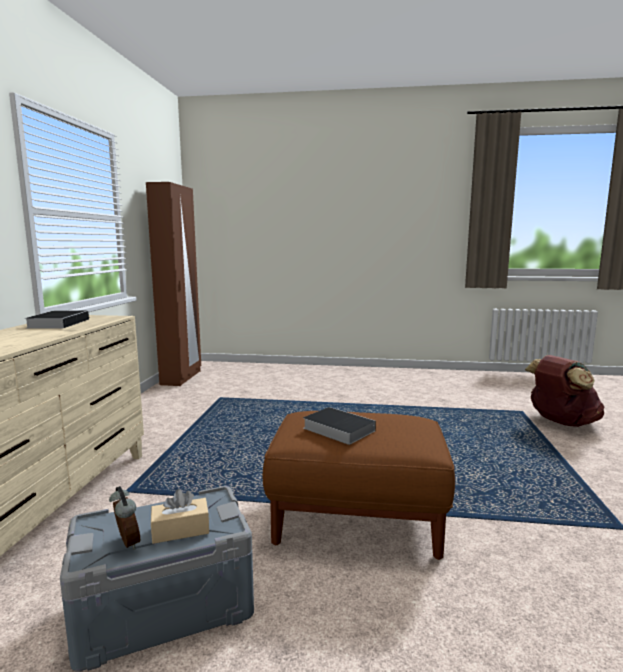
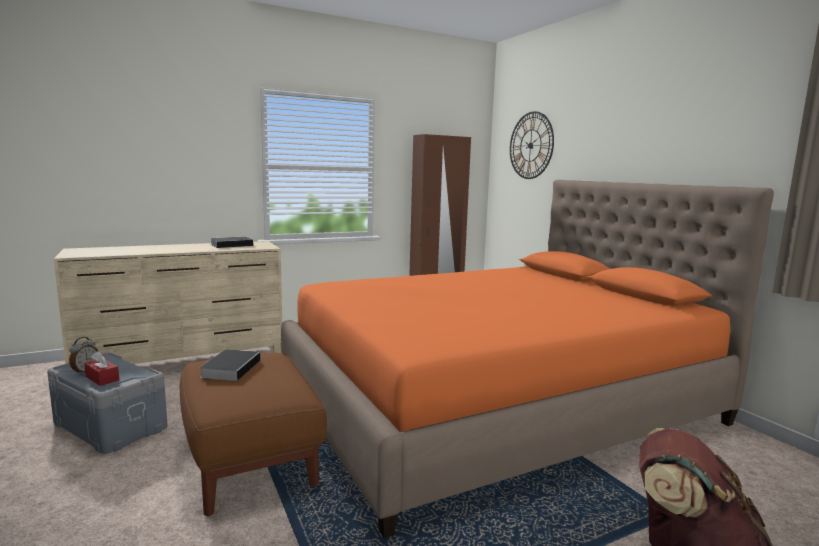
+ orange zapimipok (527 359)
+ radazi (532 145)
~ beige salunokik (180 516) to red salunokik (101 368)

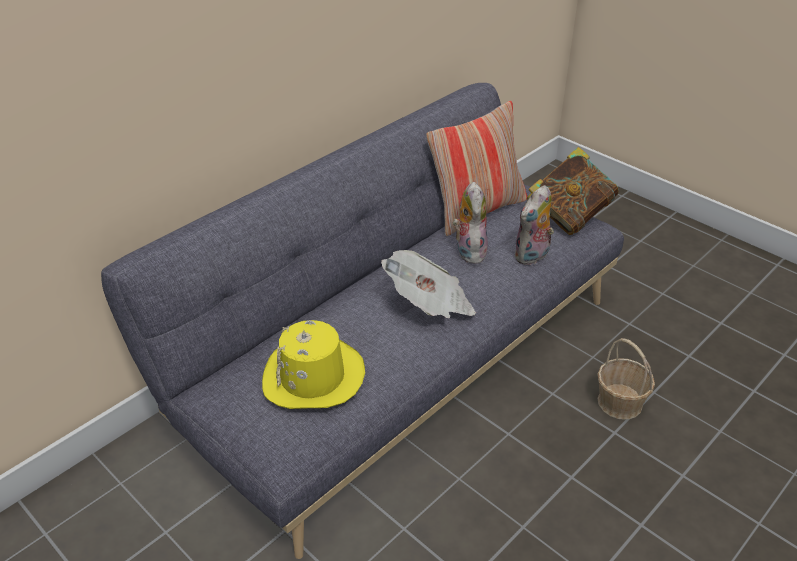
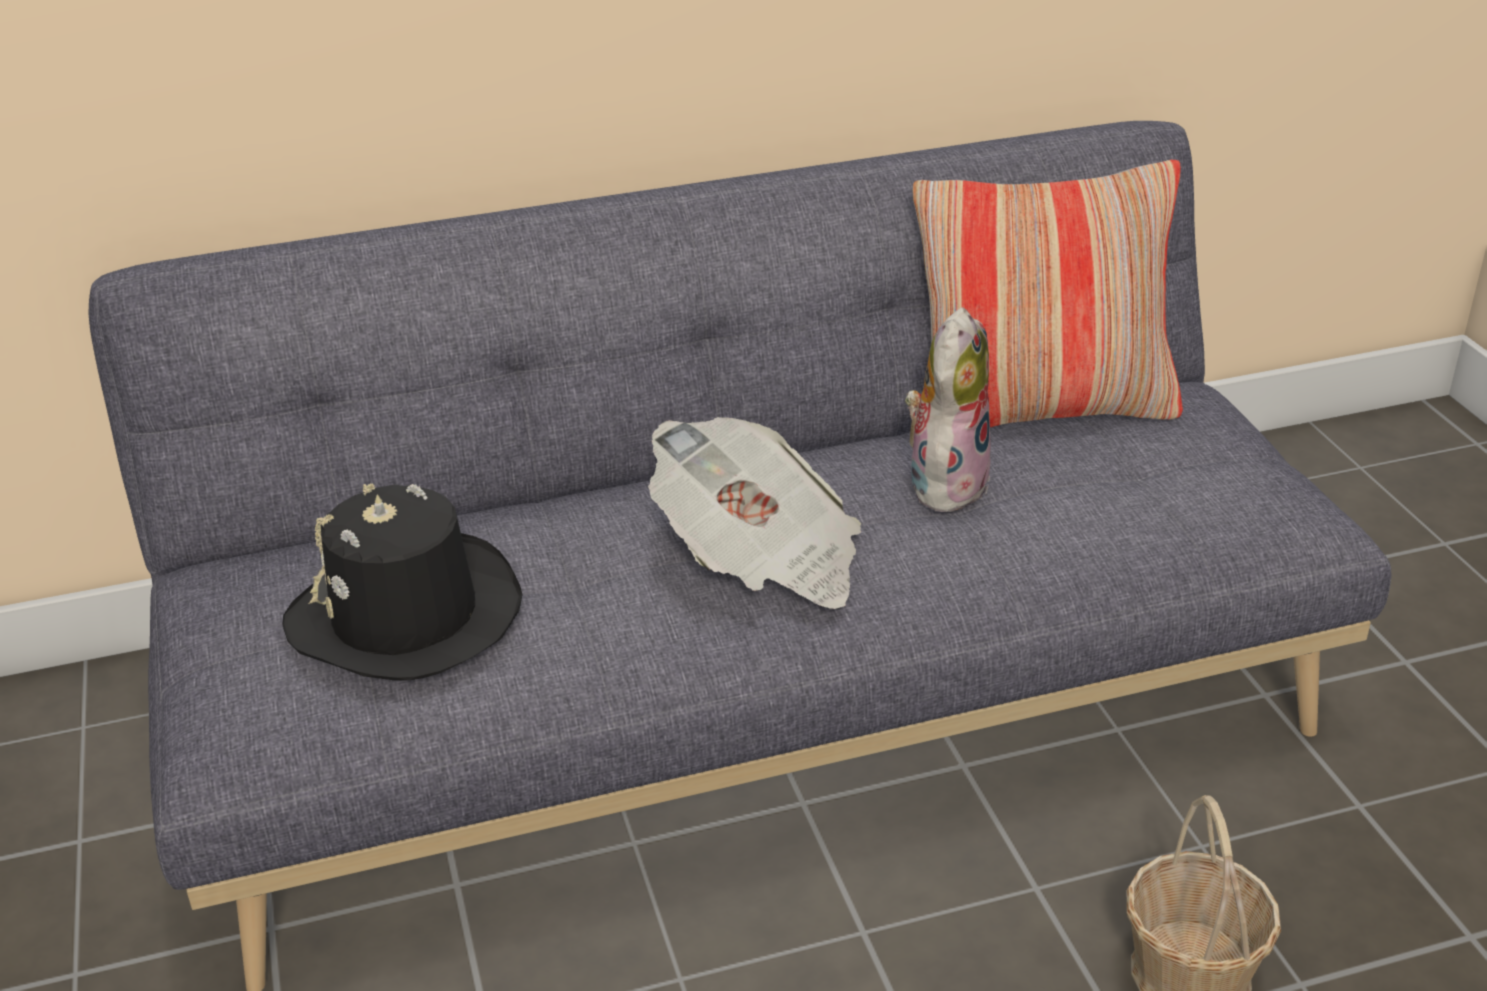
- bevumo (534 225)
- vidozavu (573 191)
~ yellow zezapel (313 364) to black zezapel (402 581)

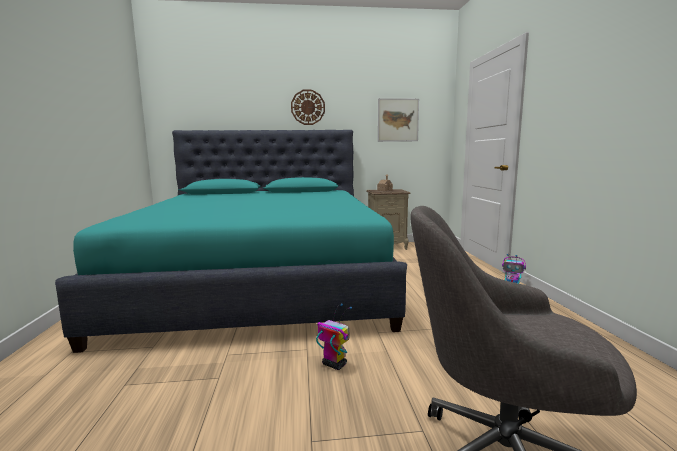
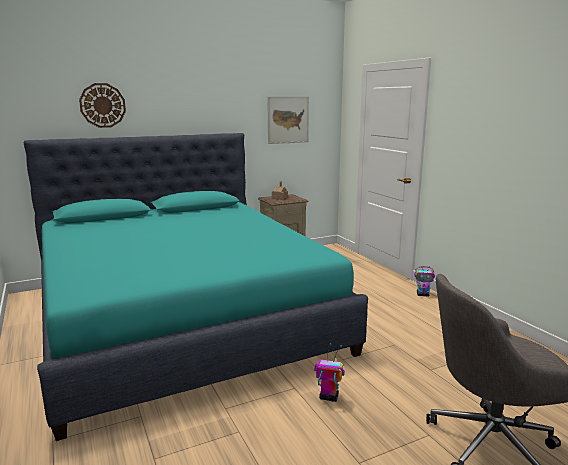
~ radazi (308 107) to (102 105)

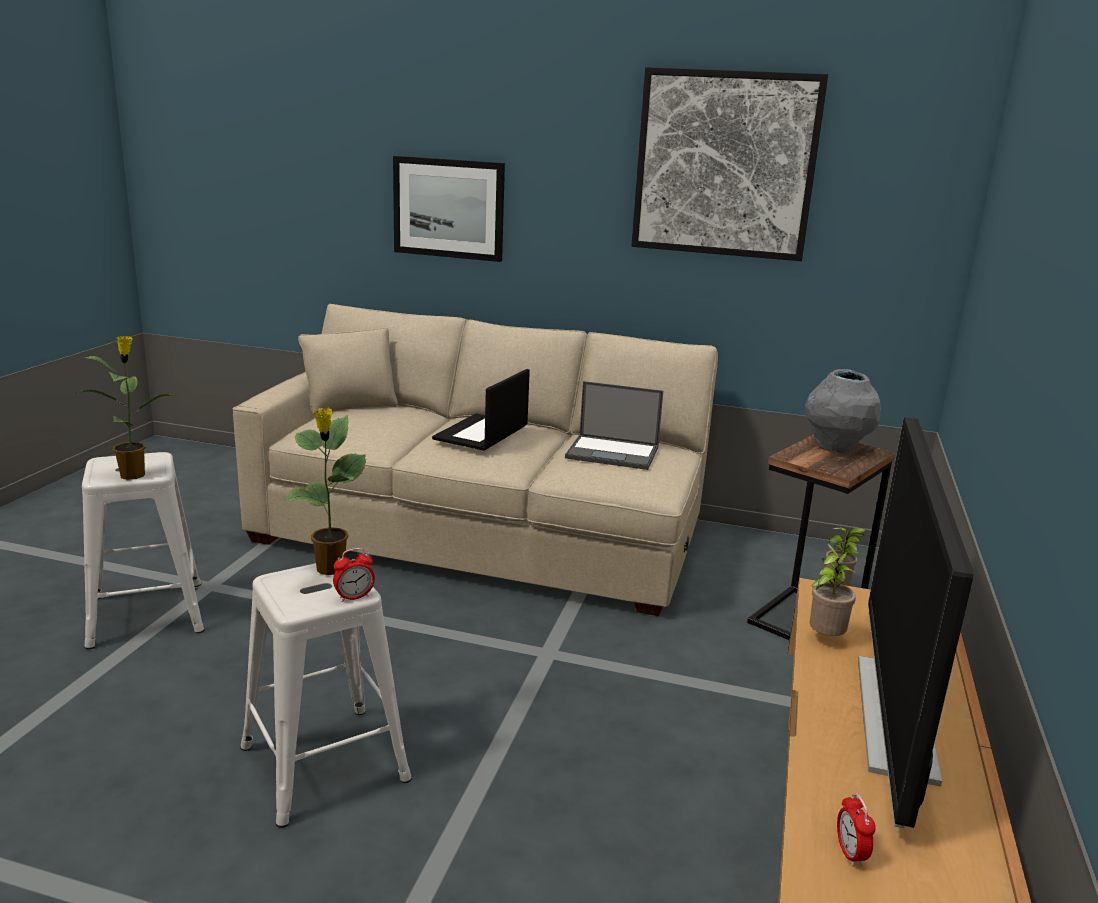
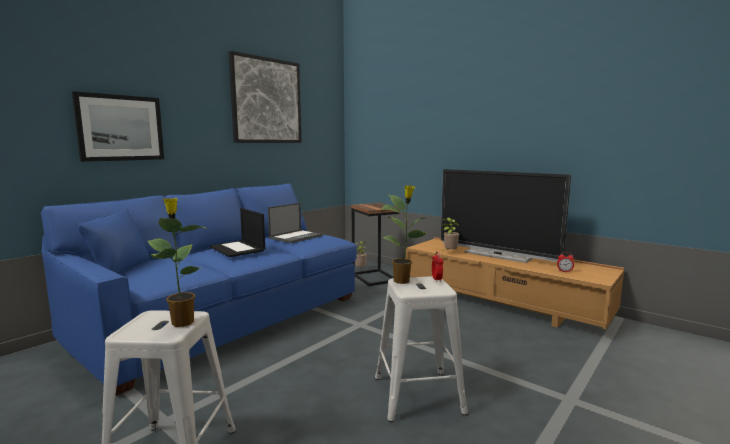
- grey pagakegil (843 410)
~ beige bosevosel (475 460) to blue bosevosel (199 289)

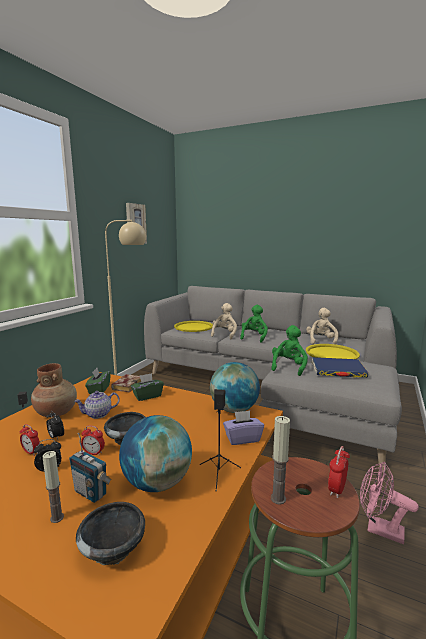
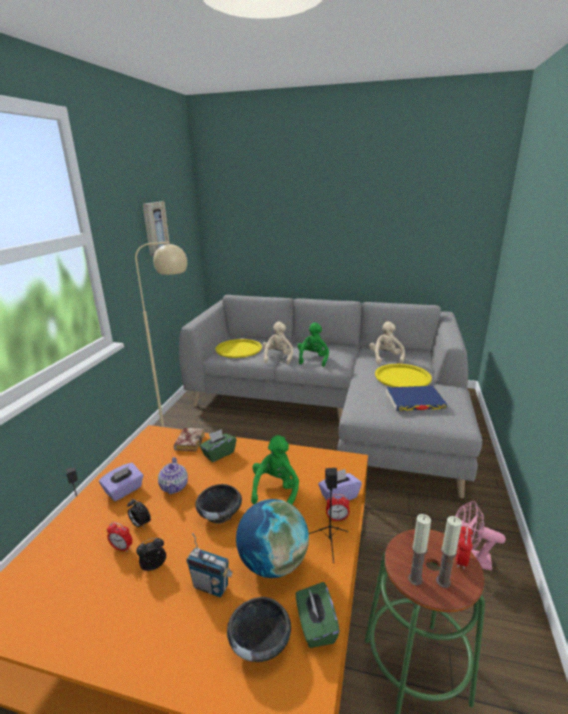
- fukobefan (235 387)
~ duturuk (53 487) to (449 552)
~ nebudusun (93 440) to (338 507)
~ green salunokik (98 381) to (318 615)
~ green bevumo (289 350) to (275 470)
~ brown pagakegil (54 390) to purple salunokik (121 482)
~ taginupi (97 405) = (173 475) 60 degrees counterclockwise

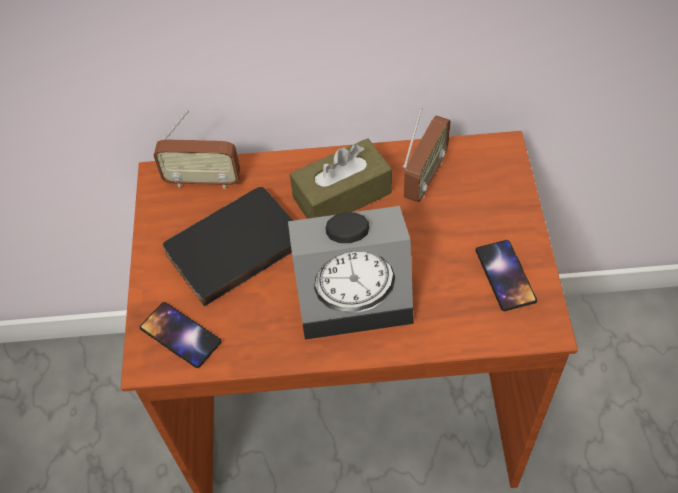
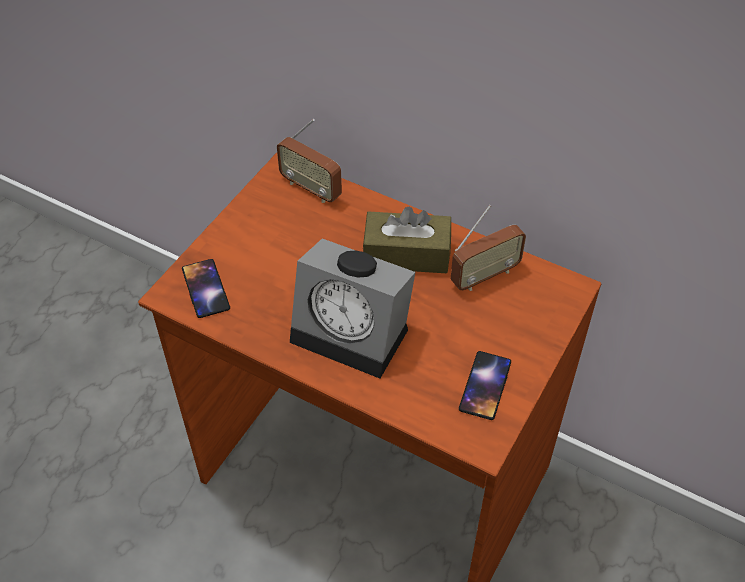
- black vidozavu (228 246)

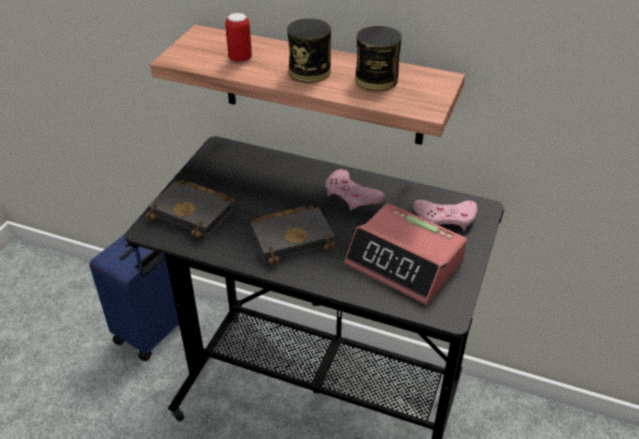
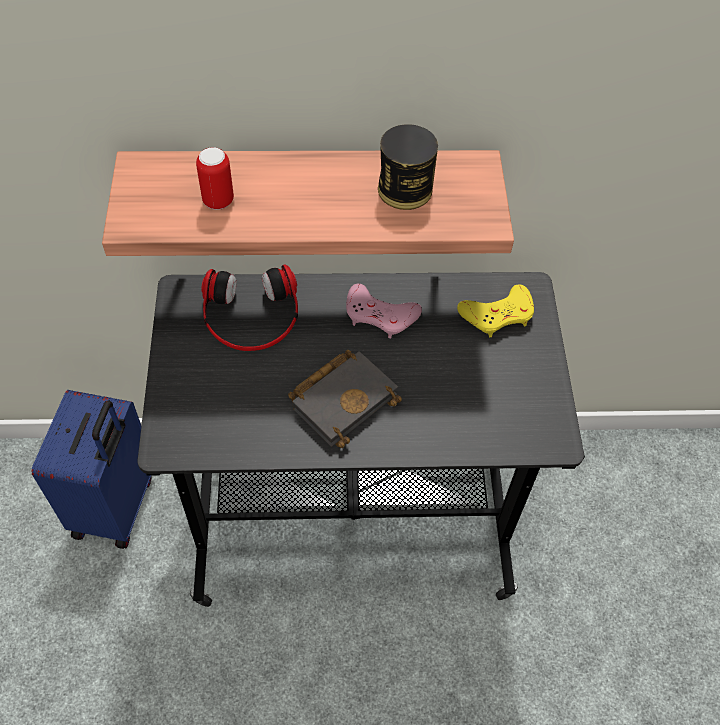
- black vidozavu (190 209)
- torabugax (309 51)
- nebudusun (405 254)
+ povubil (249 308)
~ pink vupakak (445 215) to yellow vupakak (495 310)

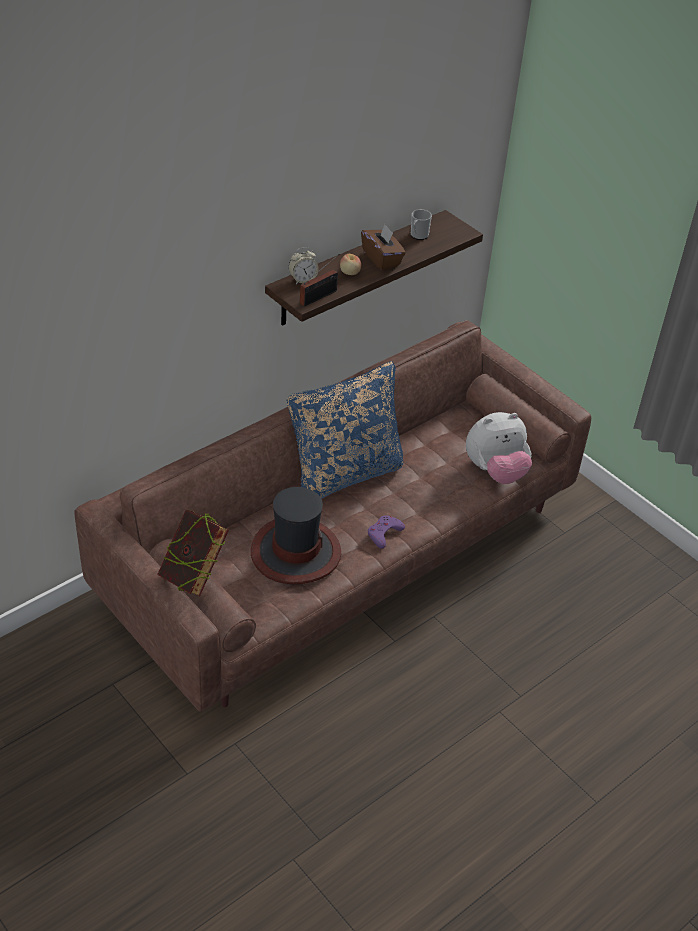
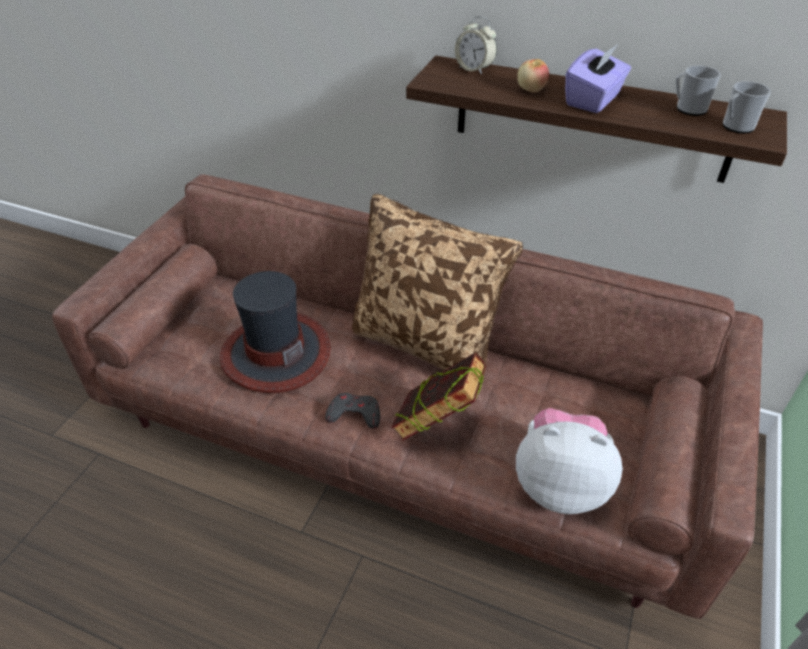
- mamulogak (320 280)
+ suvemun (747 107)
~ vidozavu (193 552) to (438 396)
~ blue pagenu (345 430) to brown pagenu (437 286)
~ brown salunokik (383 247) to purple salunokik (598 78)
~ purple vupakak (386 532) to grey vupakak (352 411)
~ bevumo (499 448) = (569 461) 150 degrees clockwise

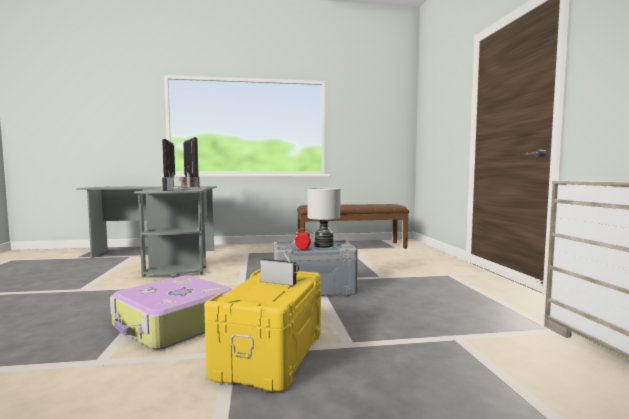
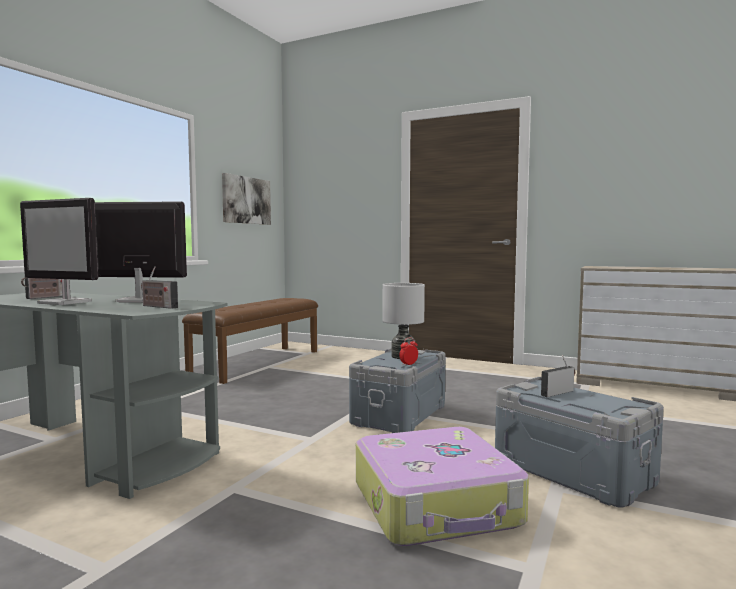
+ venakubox (246 199)
~ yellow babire (262 330) to grey babire (579 442)

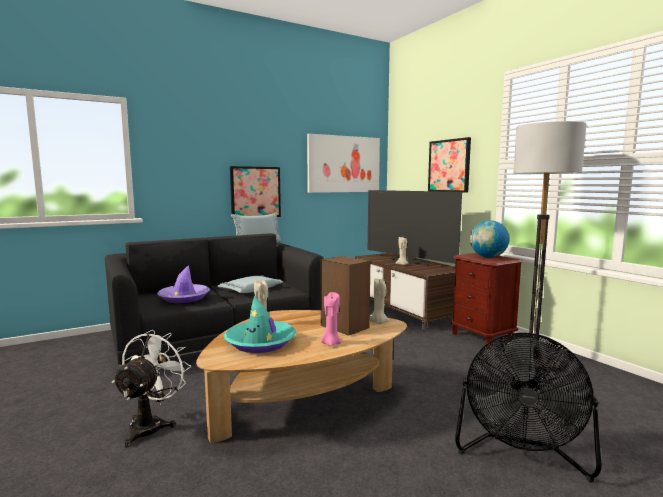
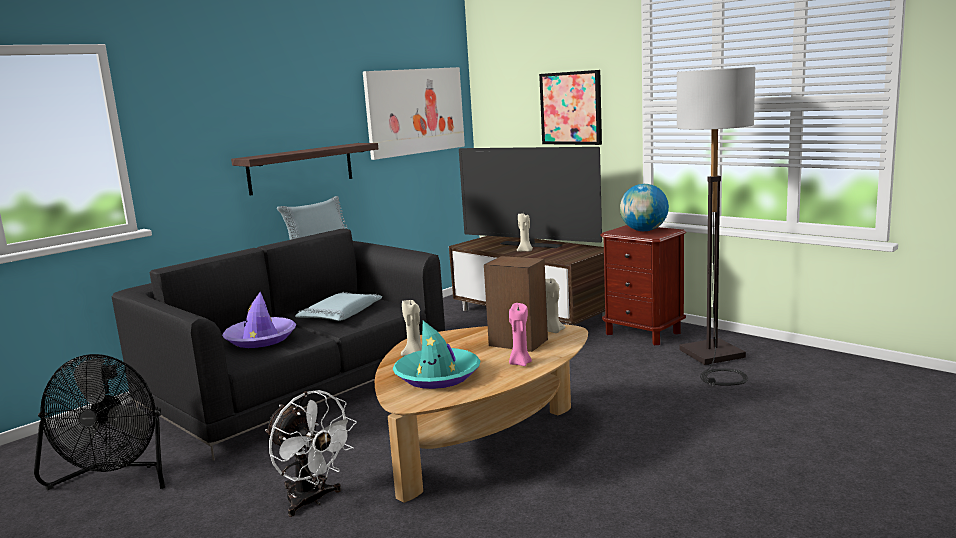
~ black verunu (528 408) to (99 422)
~ venakubox (255 192) to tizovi (304 169)
~ white verunu (151 388) = (311 453) 135 degrees clockwise

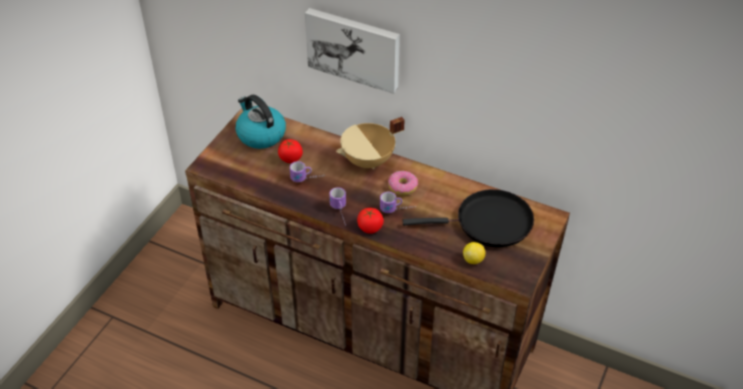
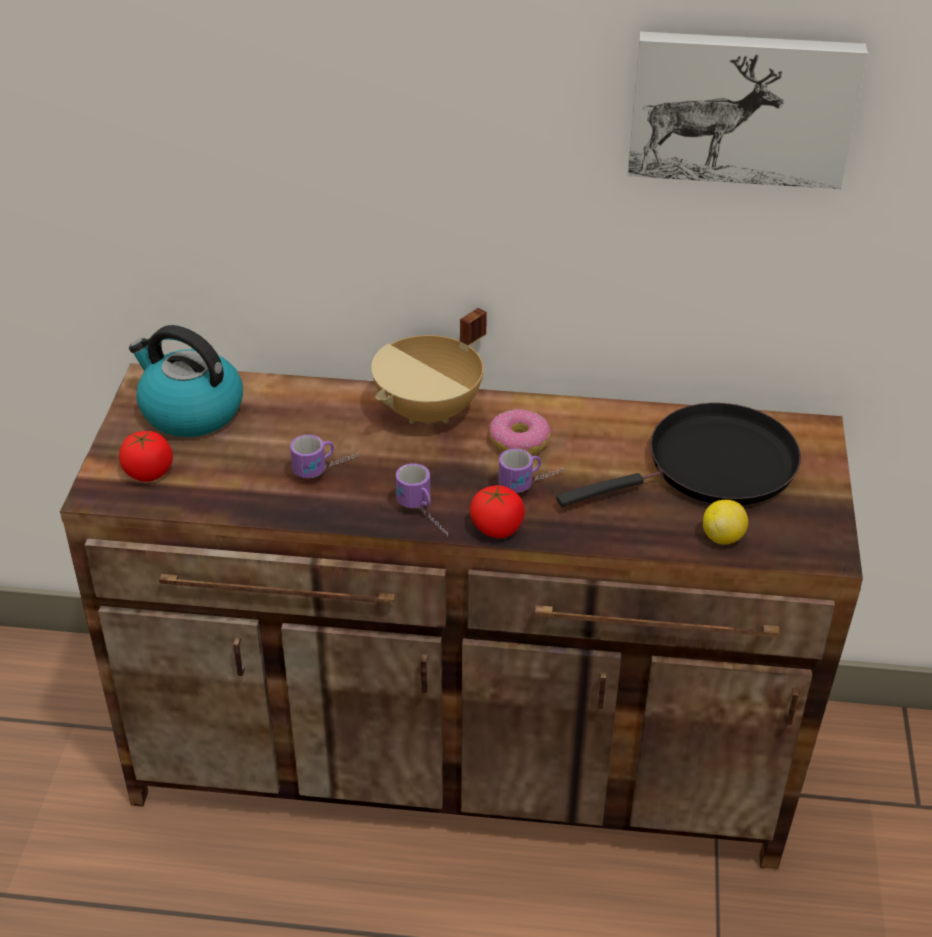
~ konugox (290 151) to (146 456)
~ venakubox (352 51) to (748 110)

